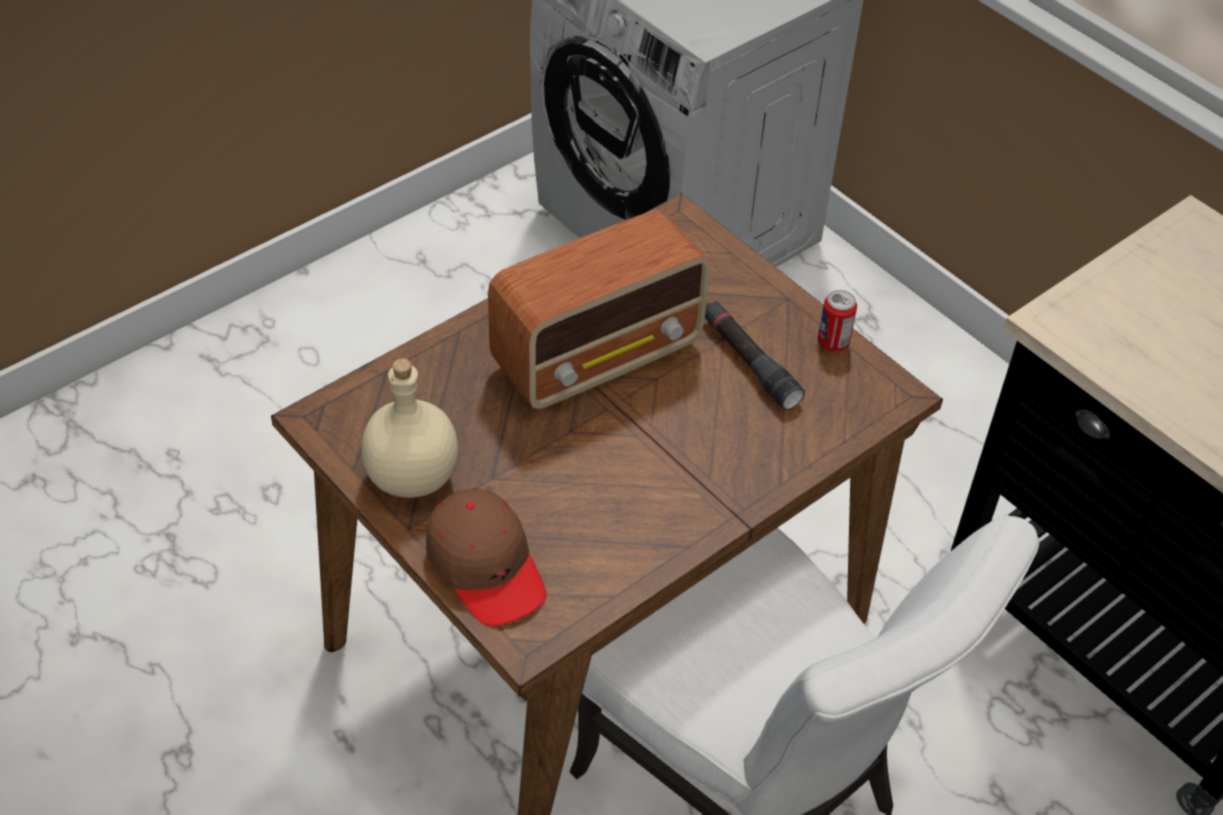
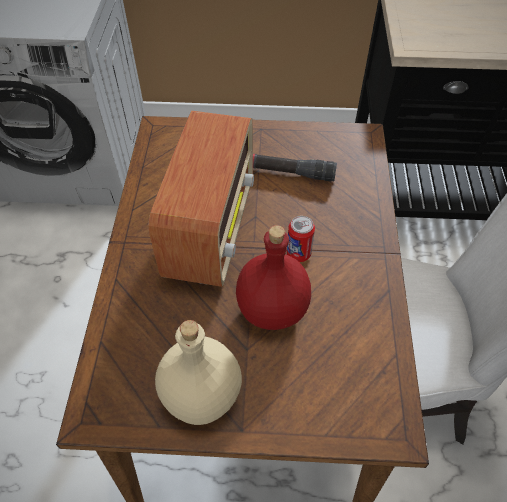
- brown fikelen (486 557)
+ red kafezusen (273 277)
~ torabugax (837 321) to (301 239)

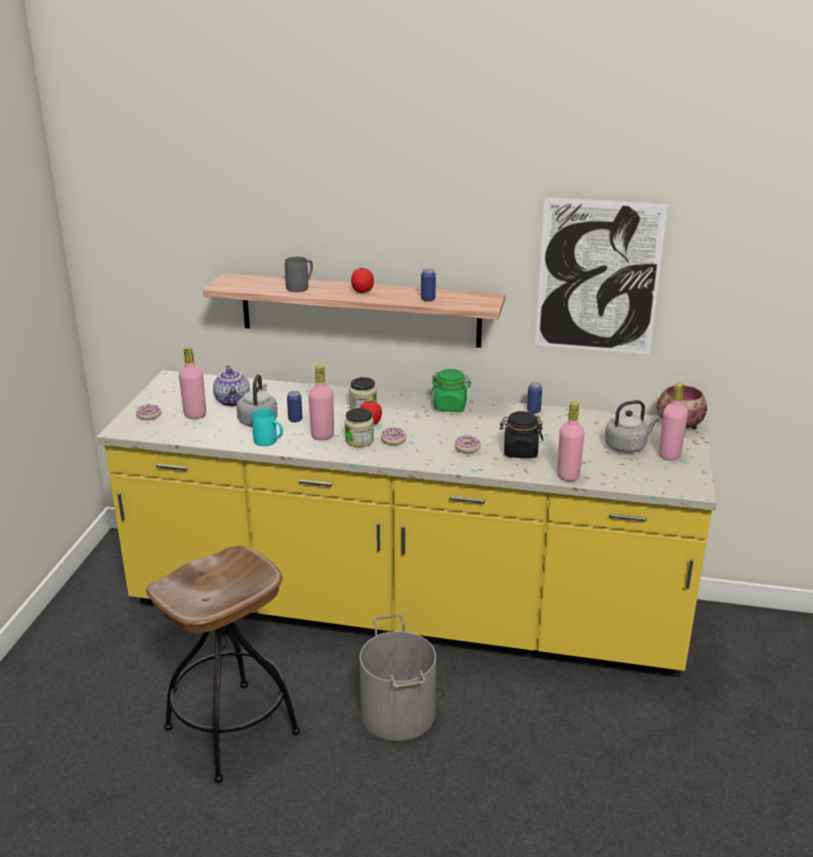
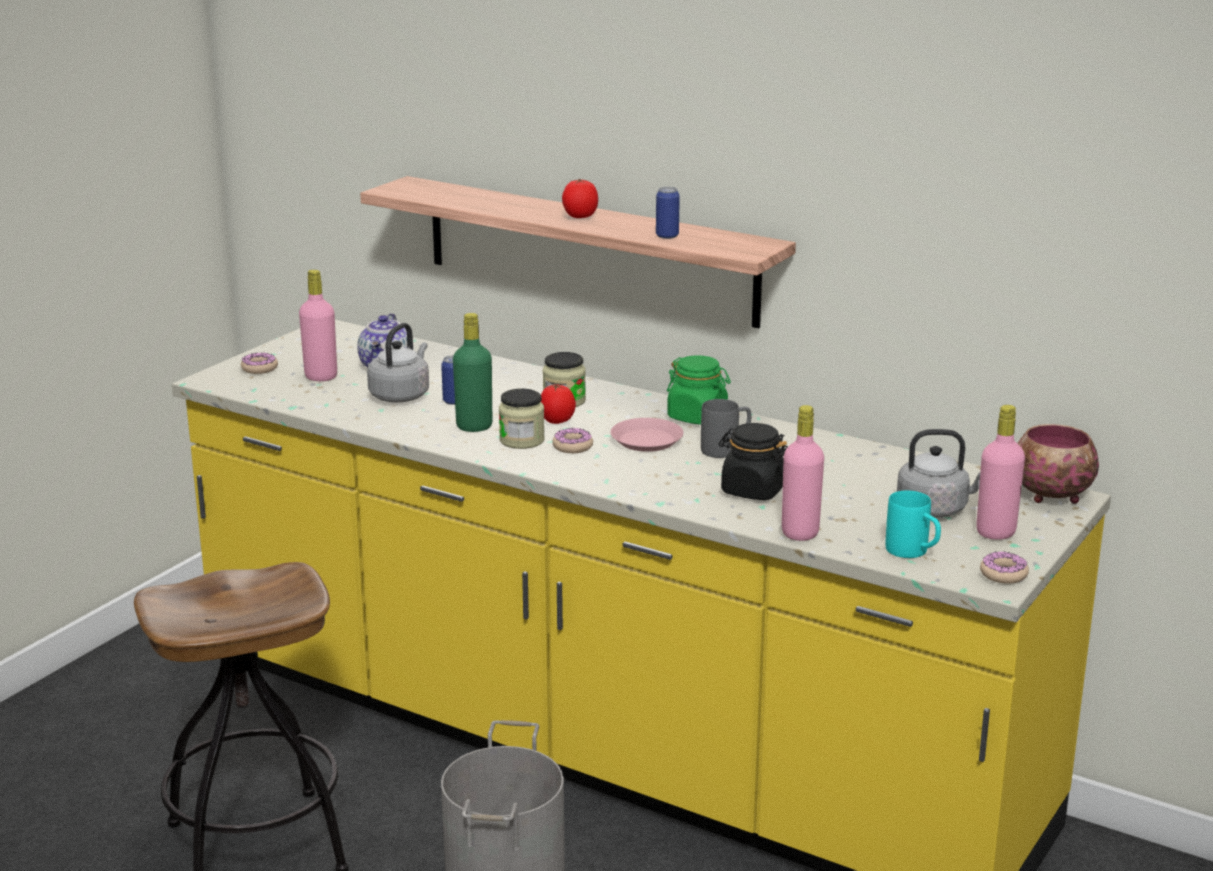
- torabugax (534 397)
- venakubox (601 275)
+ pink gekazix (647 435)
~ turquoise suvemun (267 427) to (913 524)
~ grey suvemun (299 274) to (726 428)
~ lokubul (468 444) to (1004 567)
~ pink kafezusen (321 402) to green kafezusen (472 372)

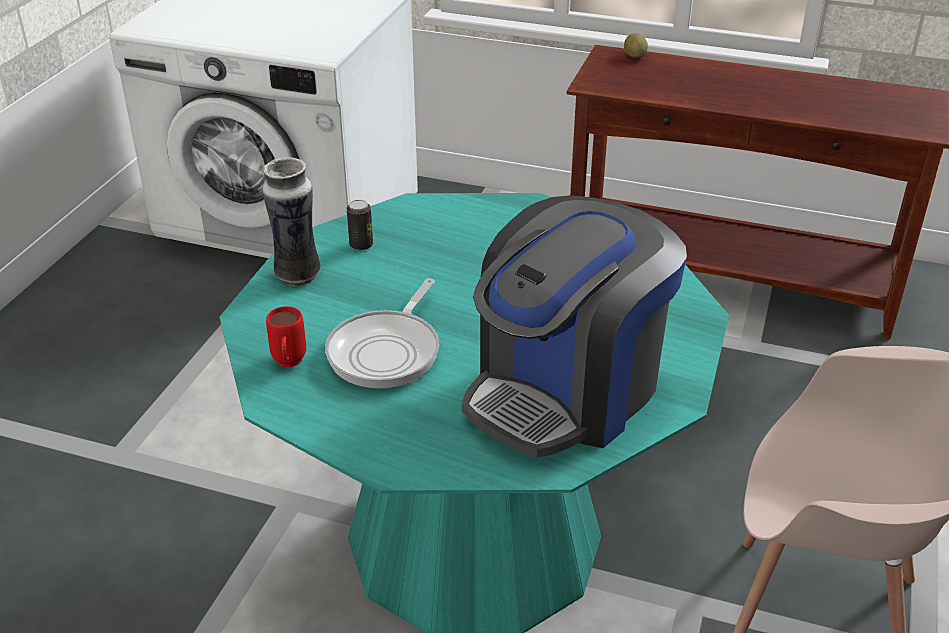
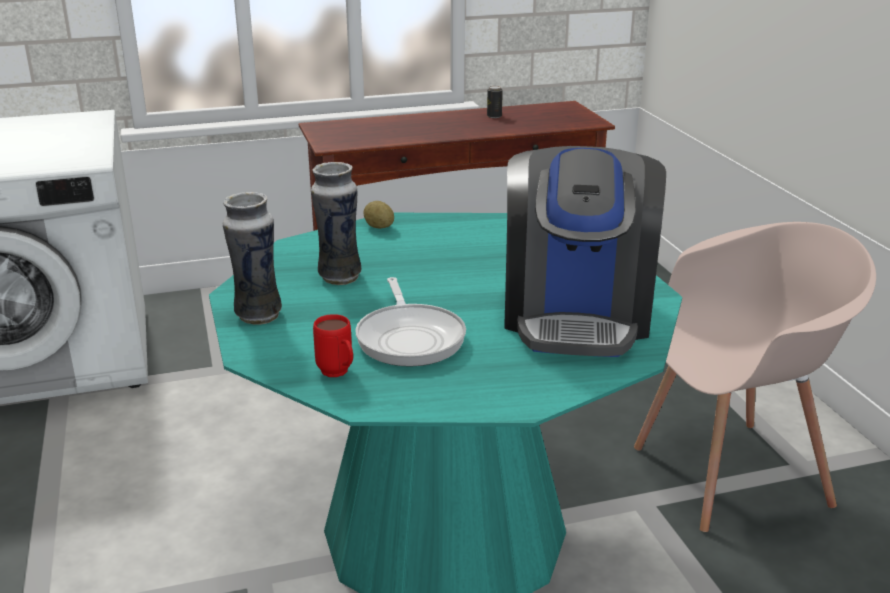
+ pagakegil (336 223)
~ torabugax (360 225) to (495 102)
~ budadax (636 45) to (378 215)

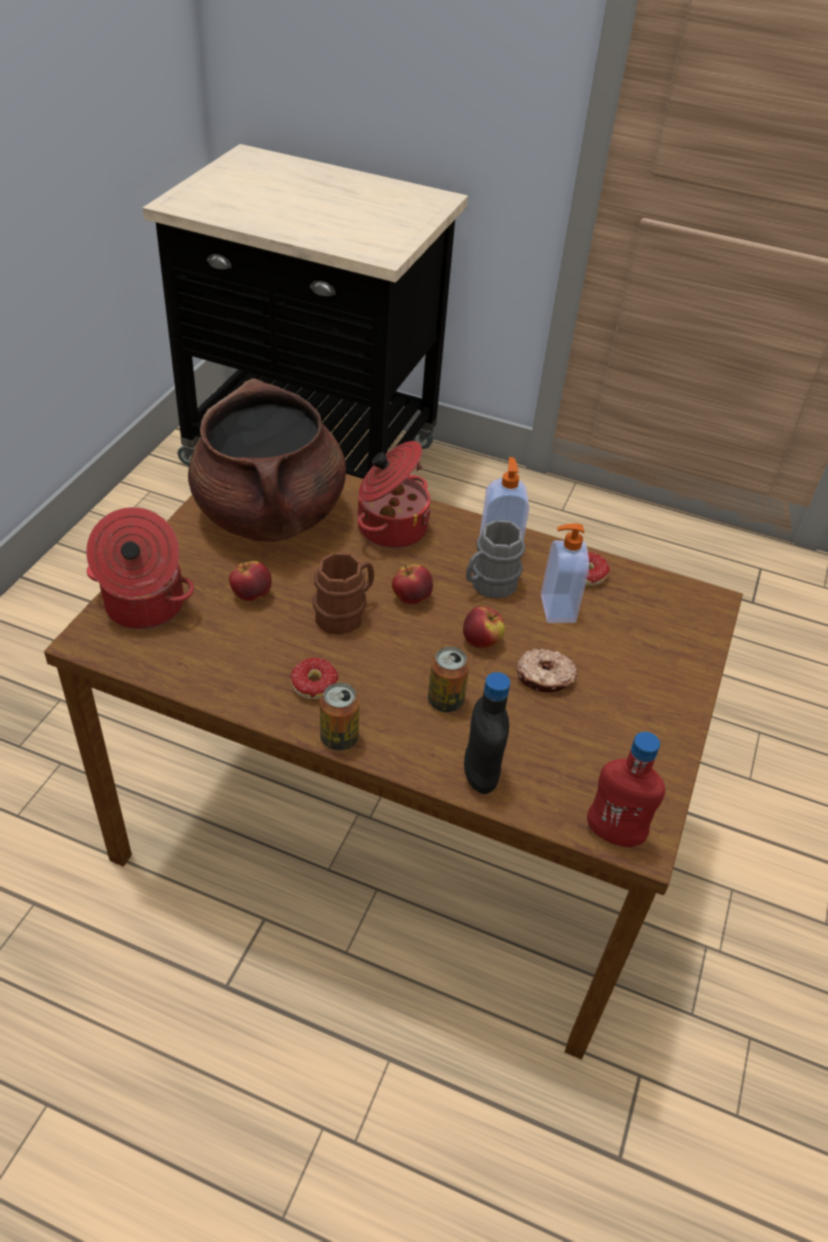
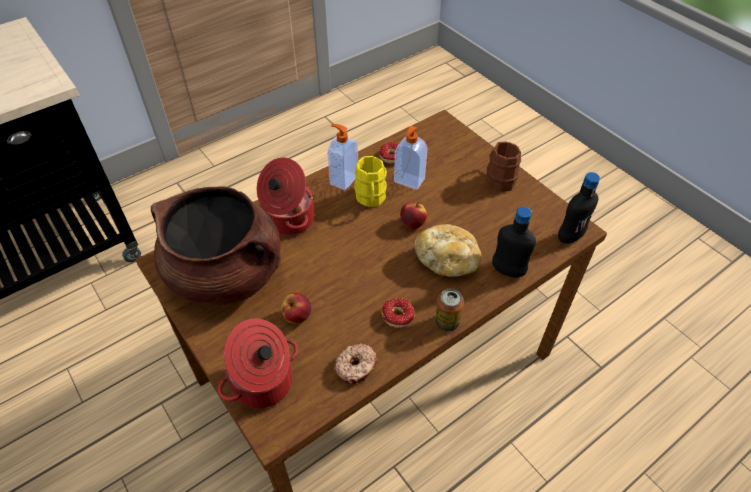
- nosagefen (412 584)
~ brown suvemun (343 593) to (503 166)
~ lokubul (547 670) to (355 363)
~ torabugax (448 679) to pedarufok (447 250)
~ grey suvemun (495 559) to yellow suvemun (370 181)
~ red kafezusen (626 789) to black kafezusen (579 208)

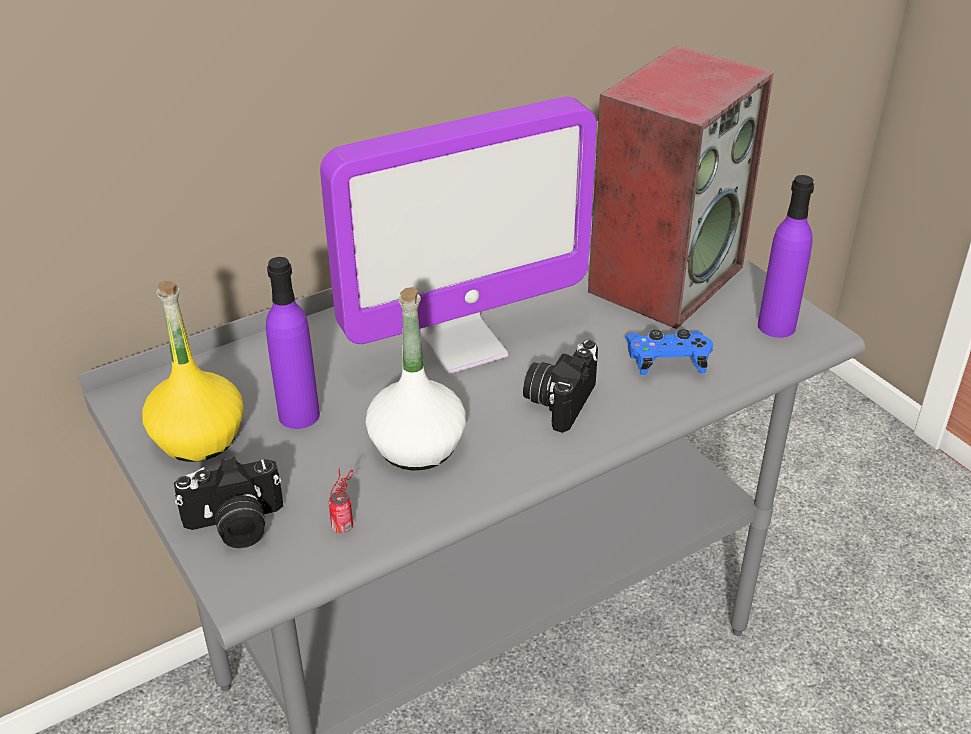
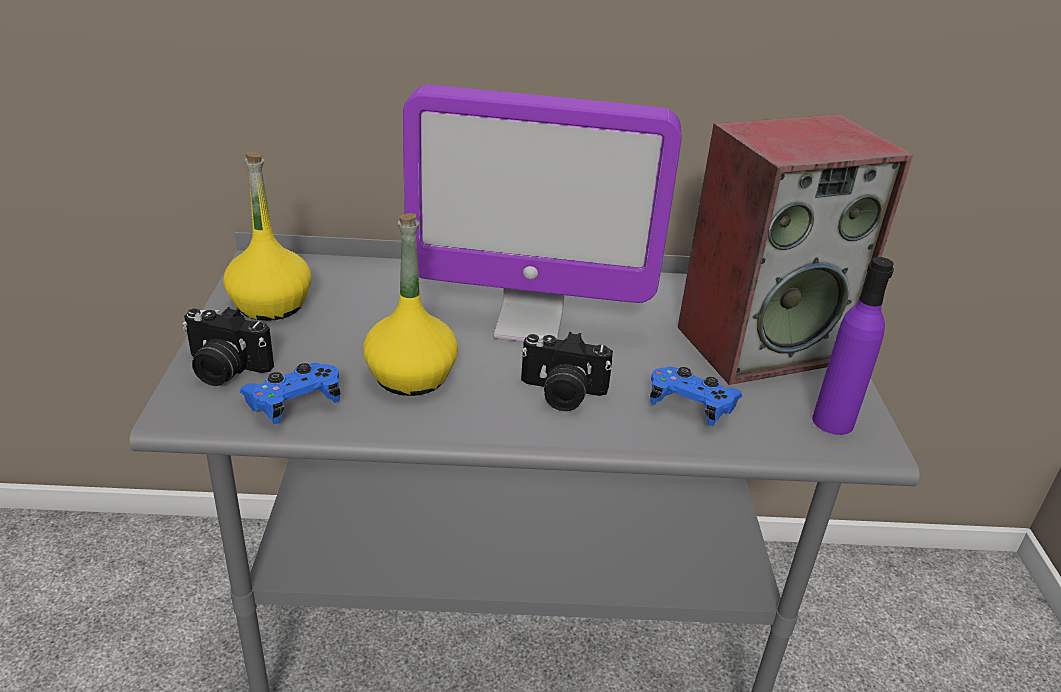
- purple kafezusen (293 343)
~ torabugax (341 501) to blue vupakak (290 393)
~ white kafezusen (416 378) to yellow kafezusen (410 304)
~ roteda (560 386) = (567 371) 135 degrees counterclockwise

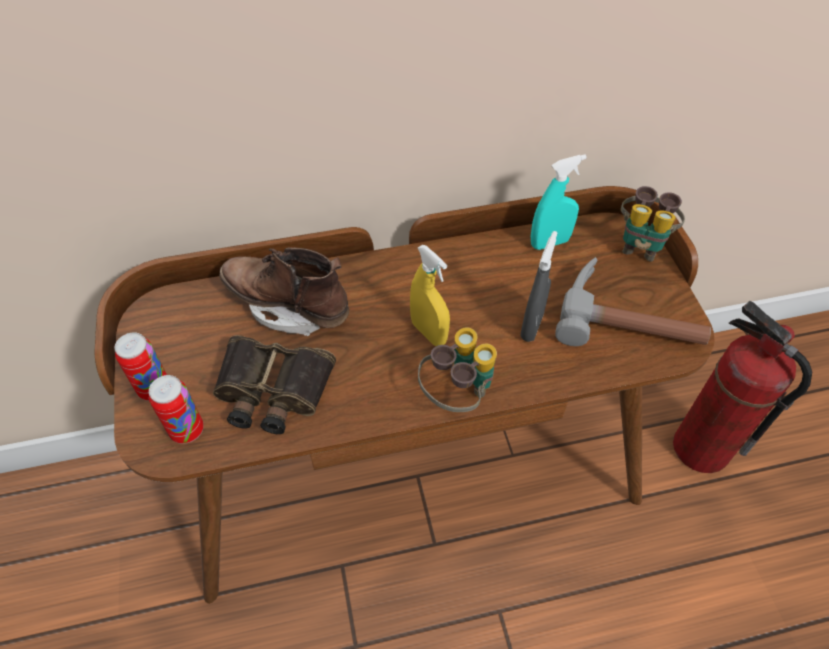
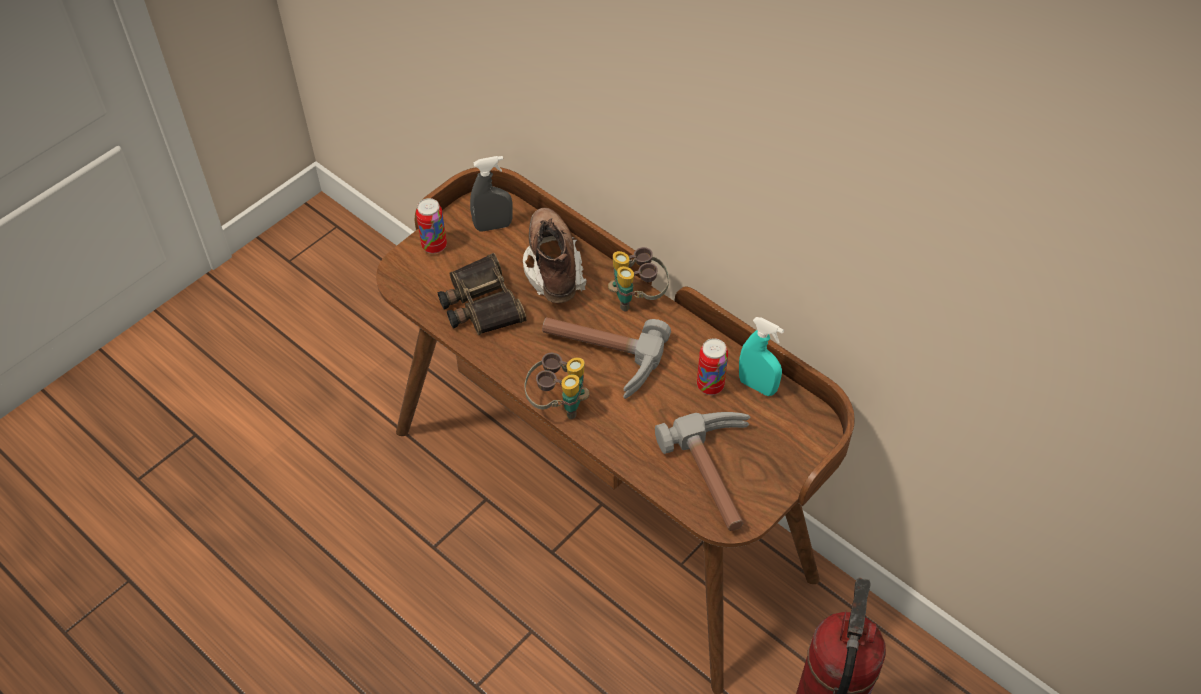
~ torabugax (176 409) to (712 366)
~ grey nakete (538 286) to (491 194)
~ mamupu (653 224) to (638 279)
~ yellow nakete (430 295) to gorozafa (606 358)

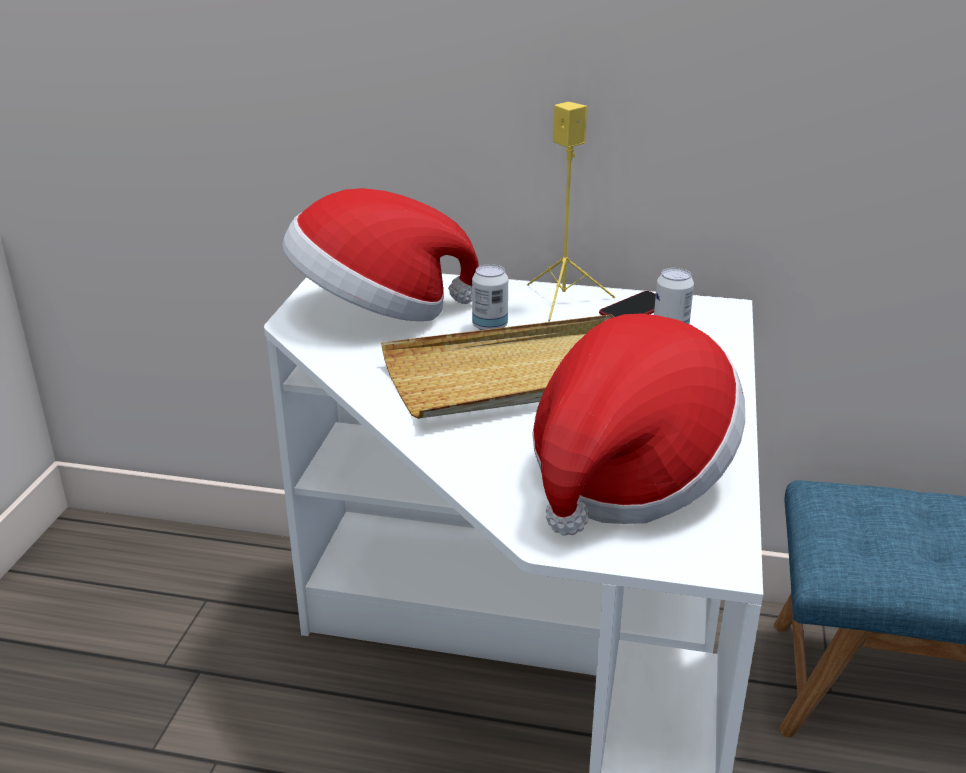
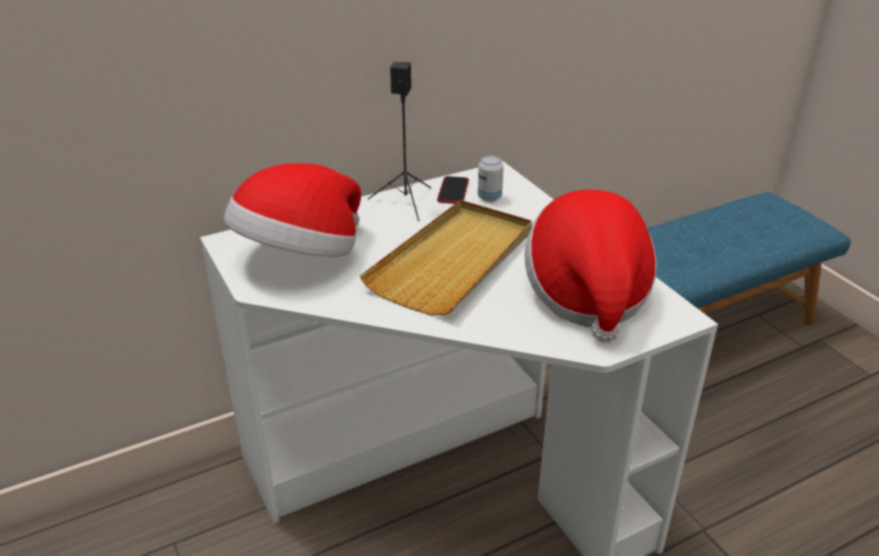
- torabugax (490 297)
~ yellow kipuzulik (571 212) to black kipuzulik (400 141)

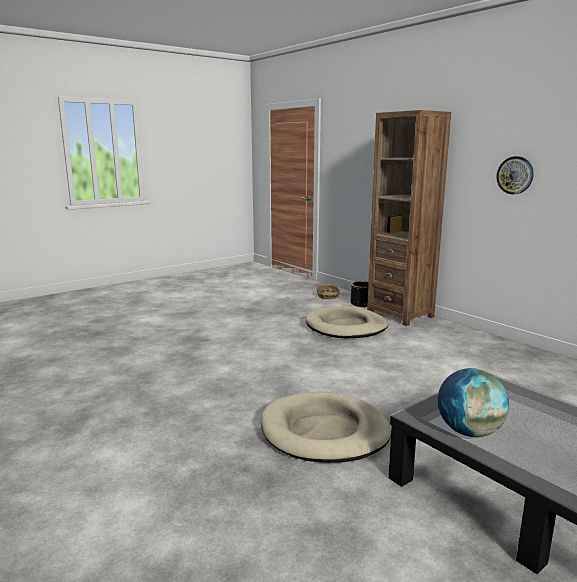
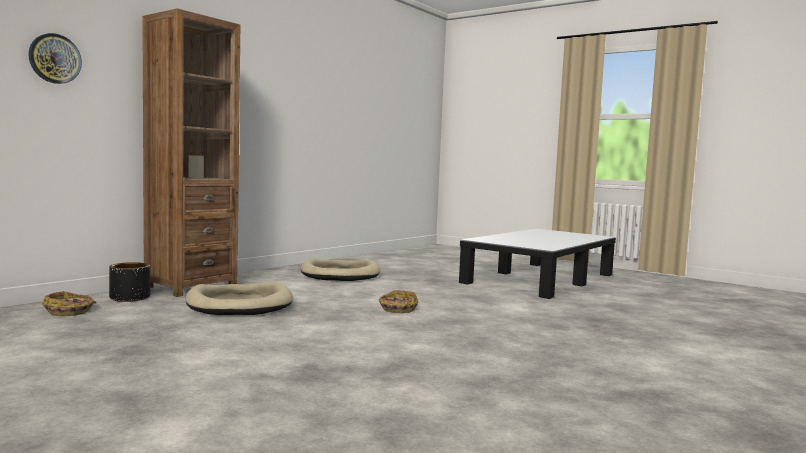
- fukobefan (473 402)
+ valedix (398 301)
~ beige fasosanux (326 427) to (340 269)
~ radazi (515 175) to (55 58)

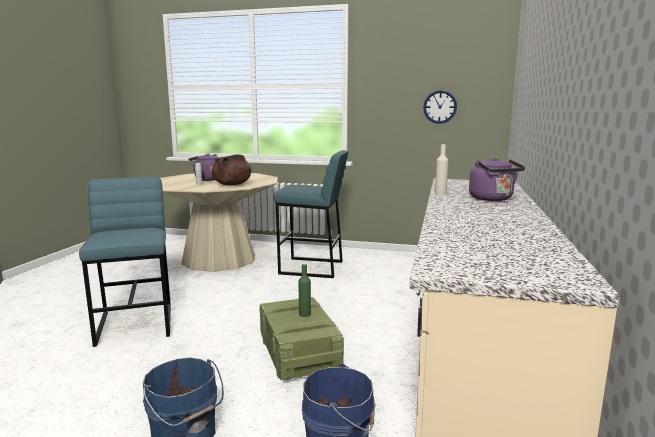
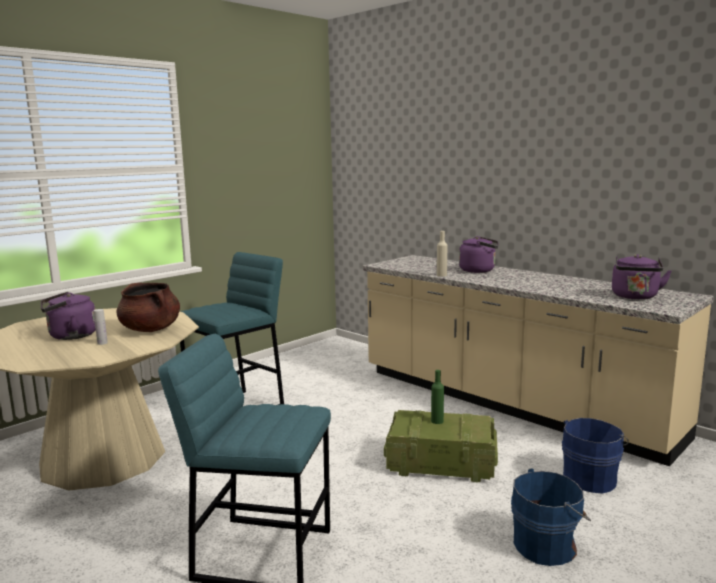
- radazi (440 107)
+ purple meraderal (641 276)

